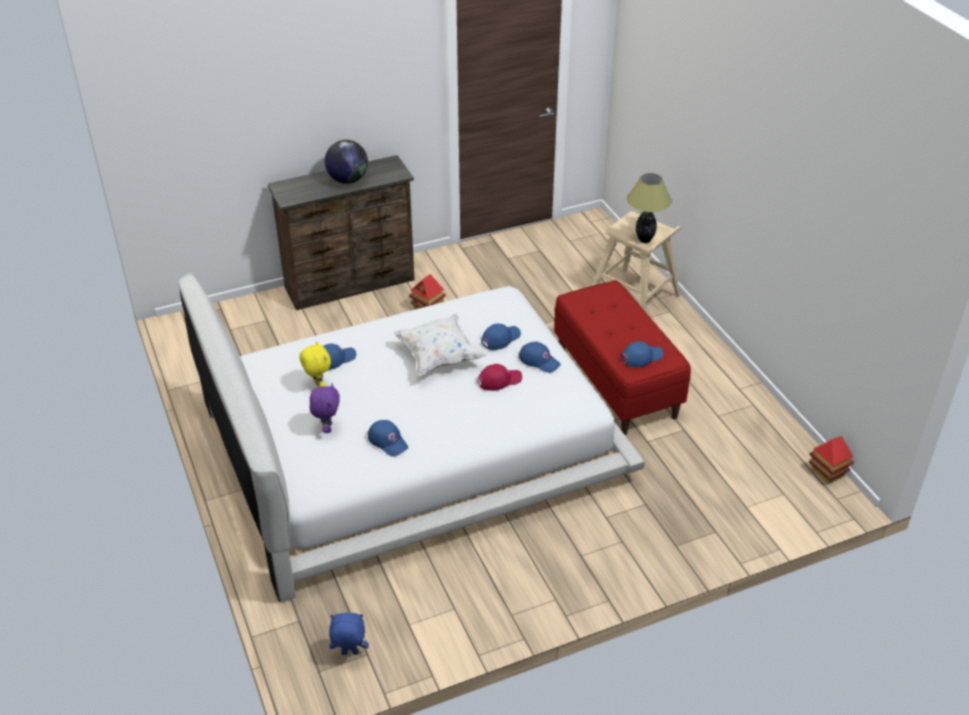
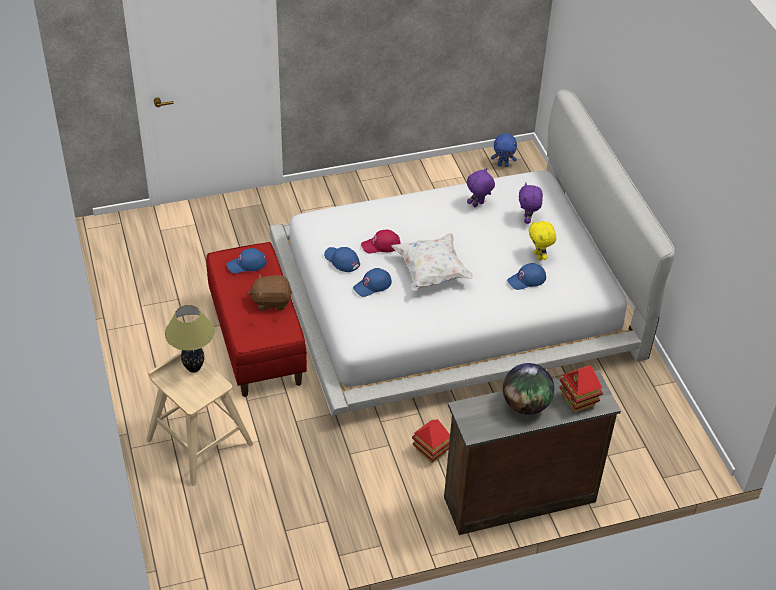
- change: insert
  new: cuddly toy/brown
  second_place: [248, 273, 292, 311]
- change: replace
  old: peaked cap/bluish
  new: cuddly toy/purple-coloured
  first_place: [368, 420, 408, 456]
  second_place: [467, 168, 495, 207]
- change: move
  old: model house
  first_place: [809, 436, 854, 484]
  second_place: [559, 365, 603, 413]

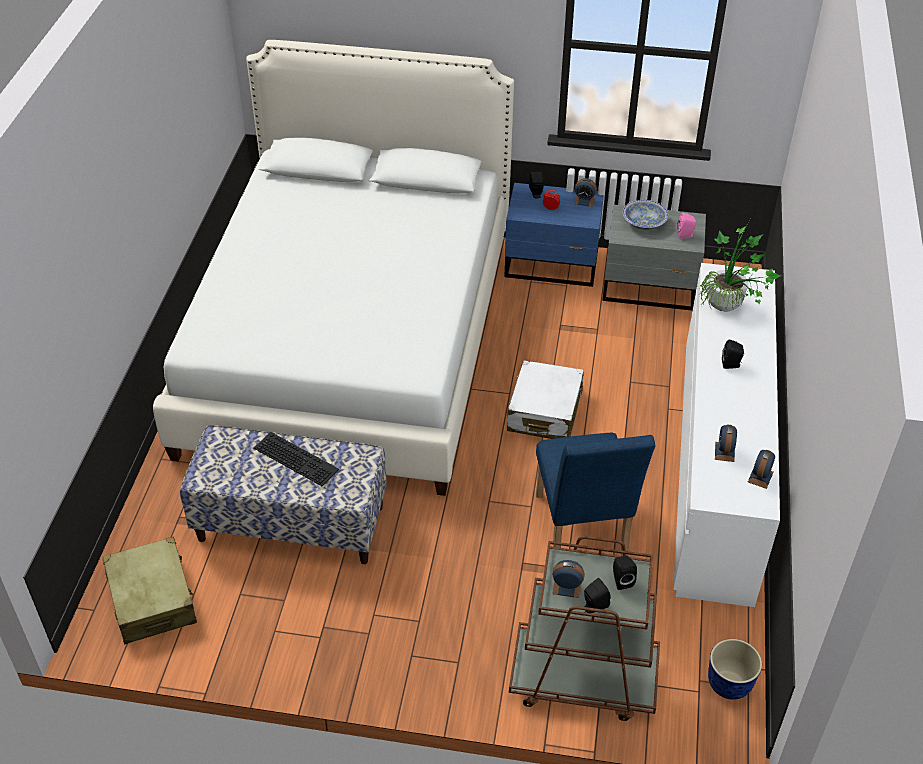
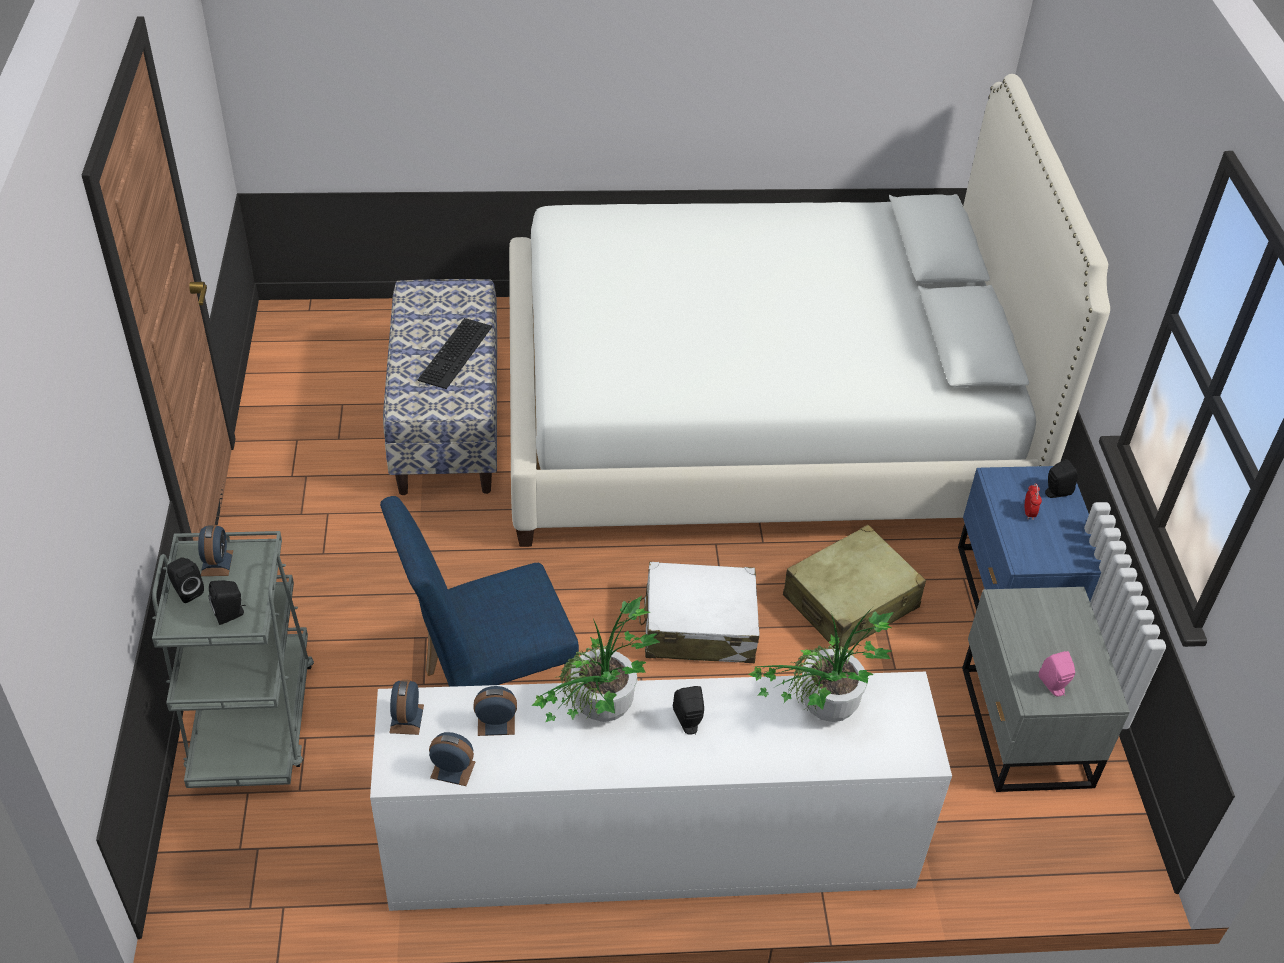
- change: recolor
  old: cart/brown
  new: cart/greyish
  first_place: [509, 536, 660, 721]
  second_place: [152, 531, 314, 788]
- change: move
  old: alarm clock
  first_place: [574, 178, 597, 207]
  second_place: [389, 679, 424, 735]
- change: insert
  new: potted plant
  second_place: [531, 596, 660, 722]
- change: move
  old: travel case/sand-coloured
  first_place: [102, 537, 197, 644]
  second_place: [783, 525, 926, 650]
- change: delete
  old: bowl
  first_place: [623, 200, 668, 230]
- change: delete
  old: plant pot
  first_place: [708, 639, 762, 700]

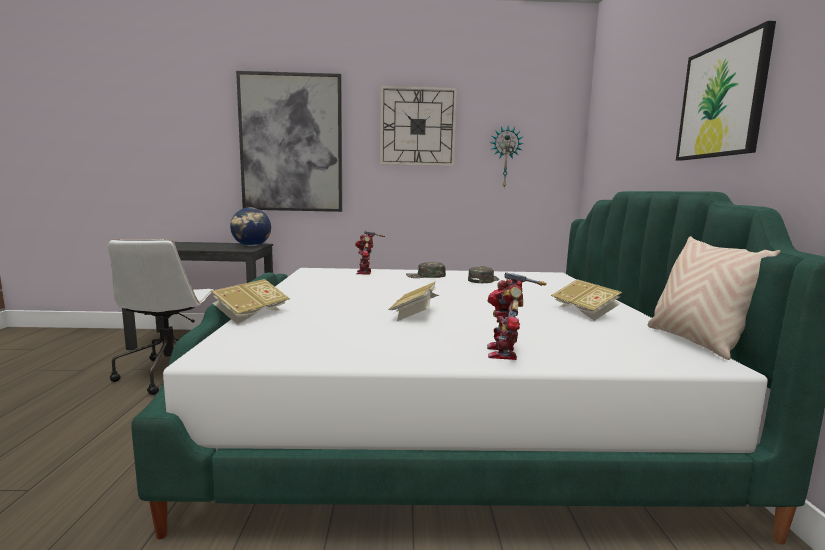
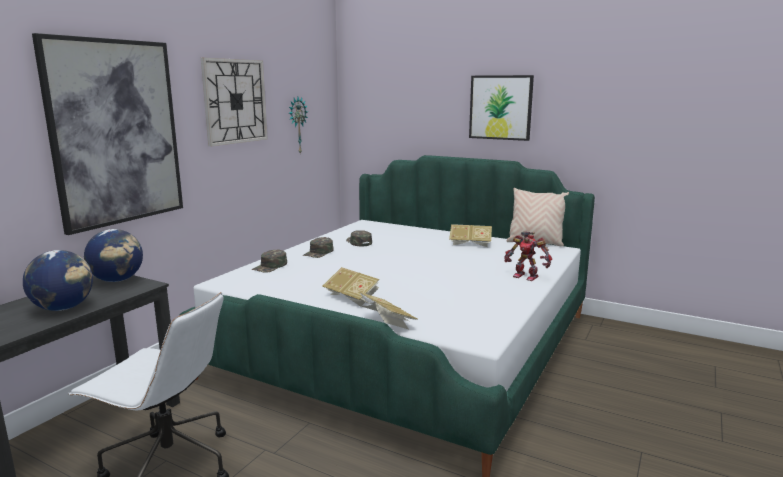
- change: insert
  new: desk globe
  second_place: [23, 250, 93, 311]
- change: replace
  old: robot figure
  new: peaked cap/green-coloured
  first_place: [355, 231, 385, 275]
  second_place: [252, 249, 287, 273]
- change: move
  old: volume
  first_place: [388, 281, 439, 321]
  second_place: [322, 267, 379, 306]

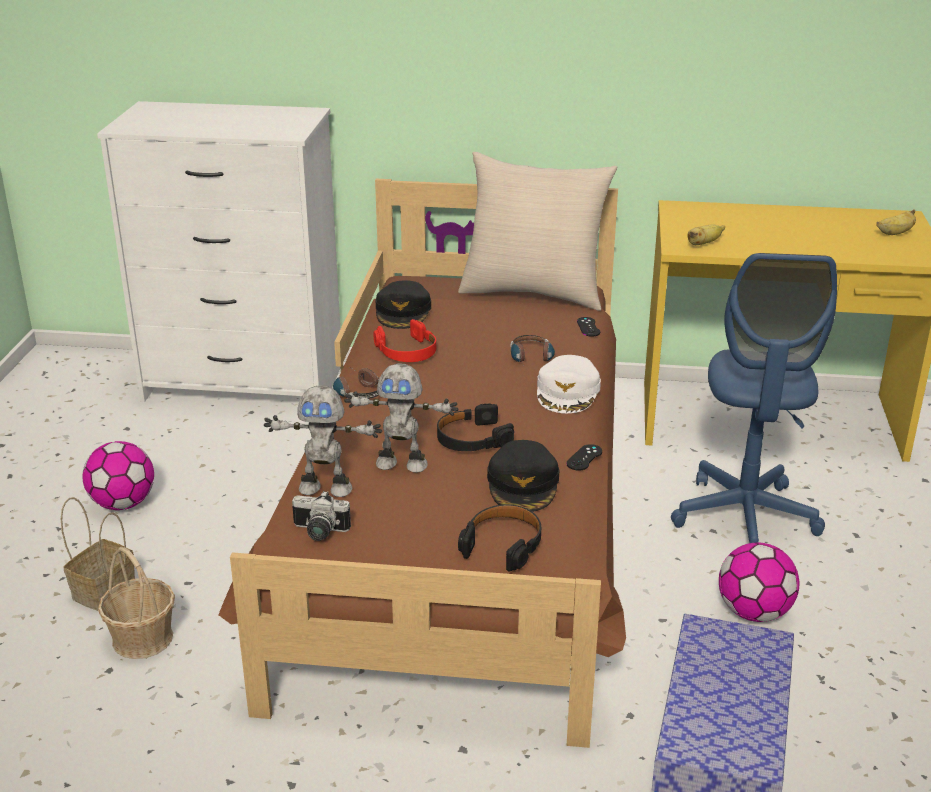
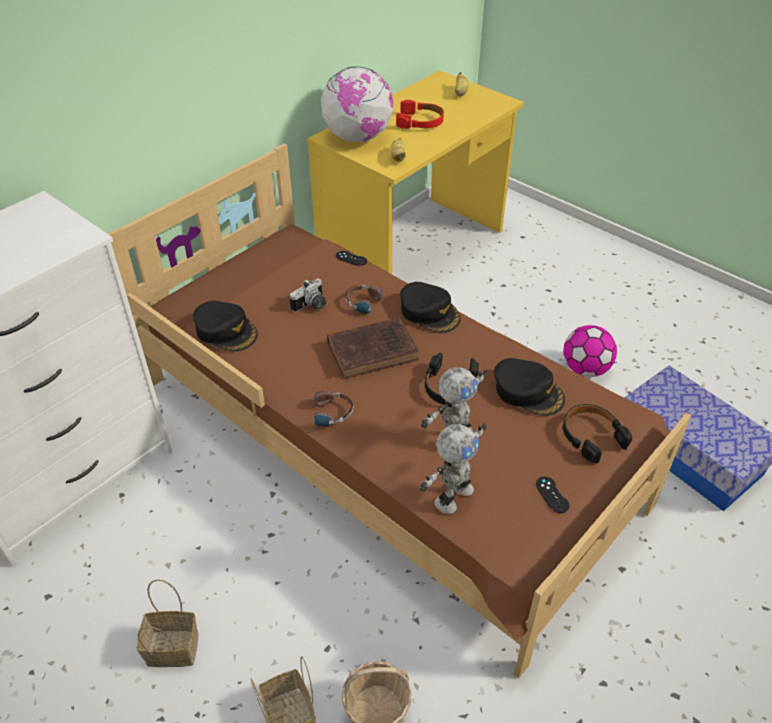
- change: replace
  old: ball for football
  new: basket
  first_place: [83, 441, 154, 510]
  second_place: [137, 579, 198, 667]
- change: move
  old: photo camera
  first_place: [292, 491, 351, 541]
  second_place: [290, 278, 326, 312]
- change: insert
  new: desk globe
  second_place: [321, 67, 393, 142]
- change: insert
  new: volume/brown
  second_place: [327, 317, 419, 379]
- change: move
  old: headphones/red-coloured
  first_place: [374, 319, 436, 362]
  second_place: [396, 100, 444, 129]
- change: recolor
  old: peaked cap/white
  new: peaked cap/black
  first_place: [537, 355, 601, 414]
  second_place: [400, 282, 461, 333]
- change: move
  old: game controller/black
  first_place: [566, 444, 602, 470]
  second_place: [536, 477, 569, 513]
- change: delete
  old: cushion/sand-coloured
  first_place: [458, 152, 617, 311]
- change: delete
  old: office chair/bluish
  first_place: [671, 253, 837, 543]

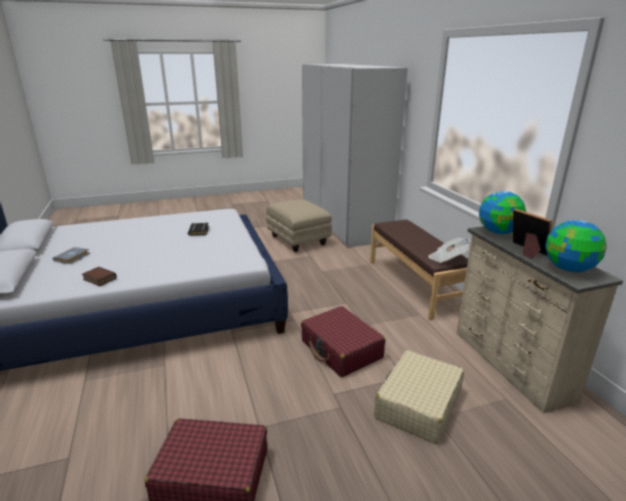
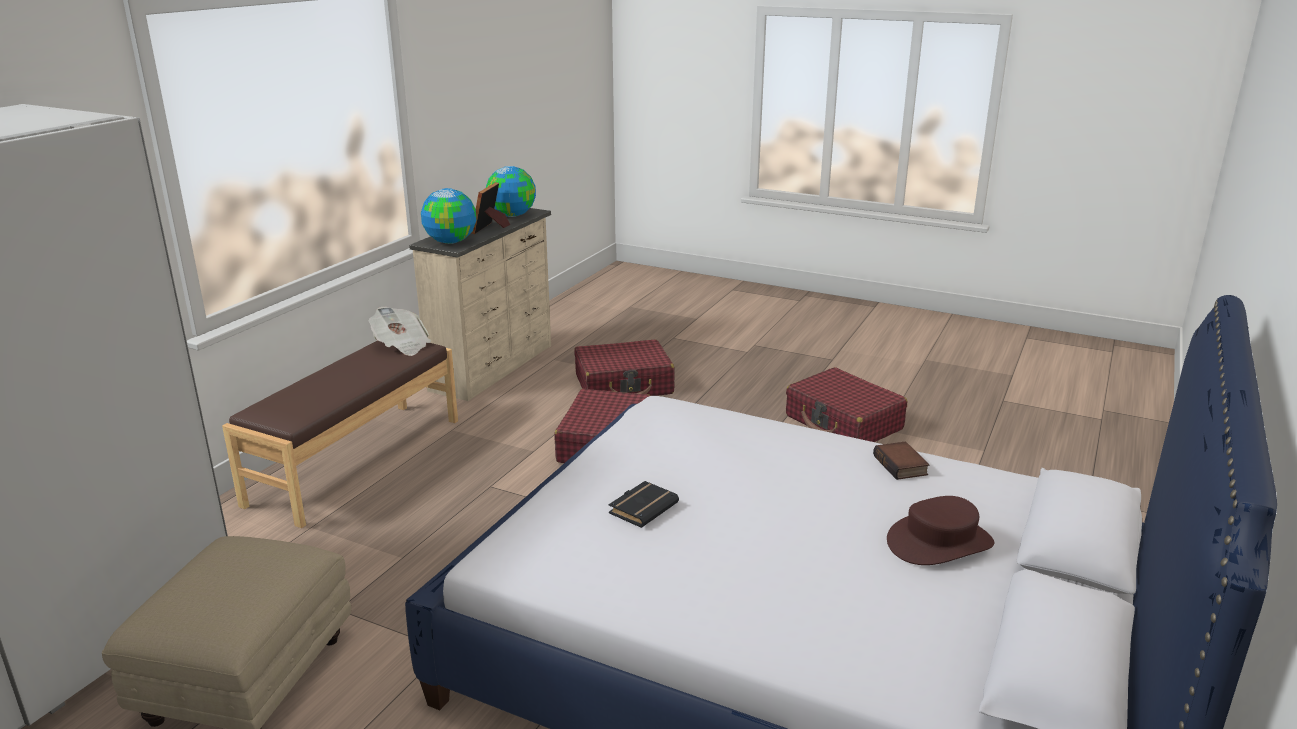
- change: recolor
  old: travel case/sand-coloured
  new: travel case/red-coloured
  first_place: [374, 350, 464, 444]
  second_place: [574, 340, 674, 396]
- change: replace
  old: volume/greyish
  new: hat/brown
  first_place: [53, 247, 90, 264]
  second_place: [887, 496, 994, 565]

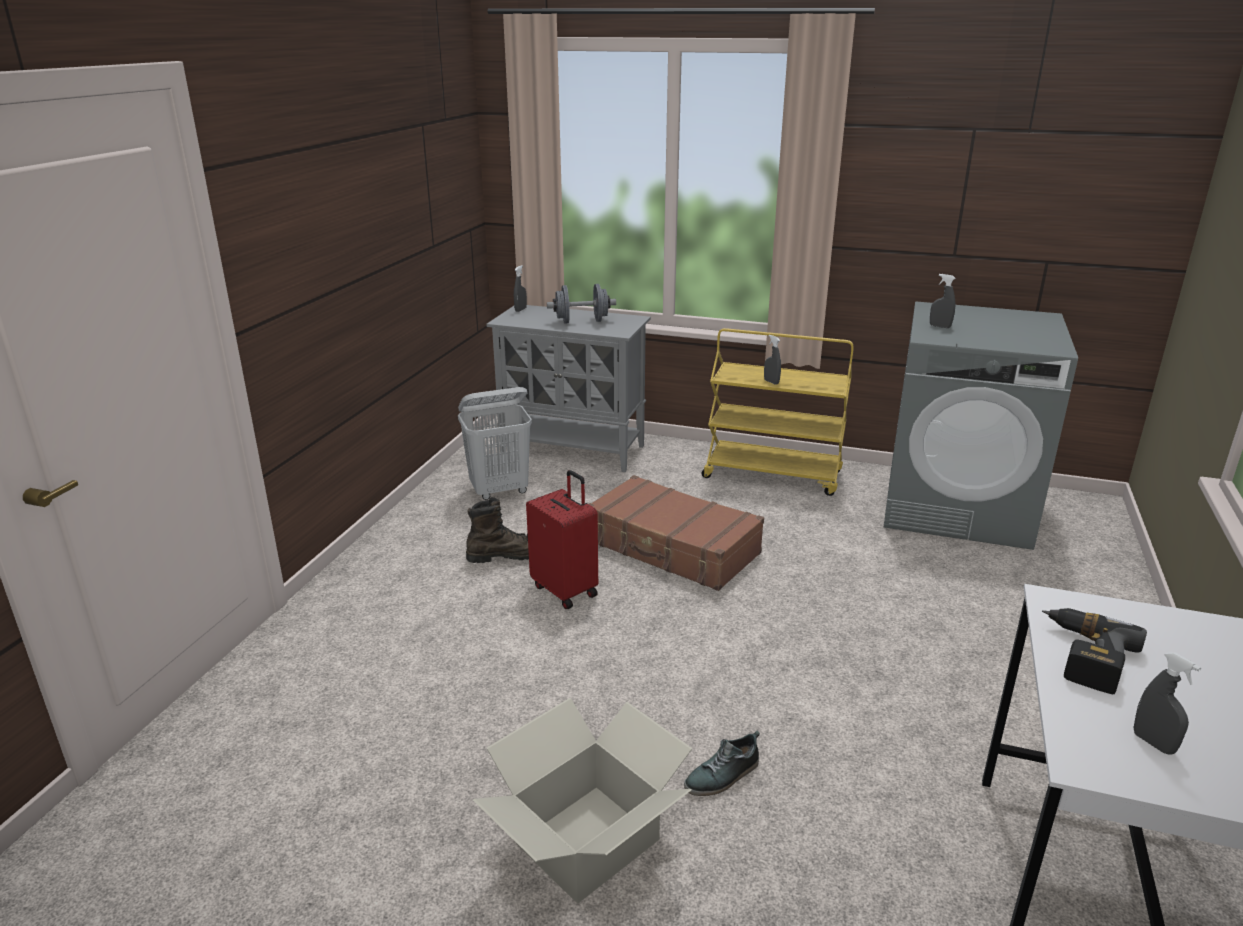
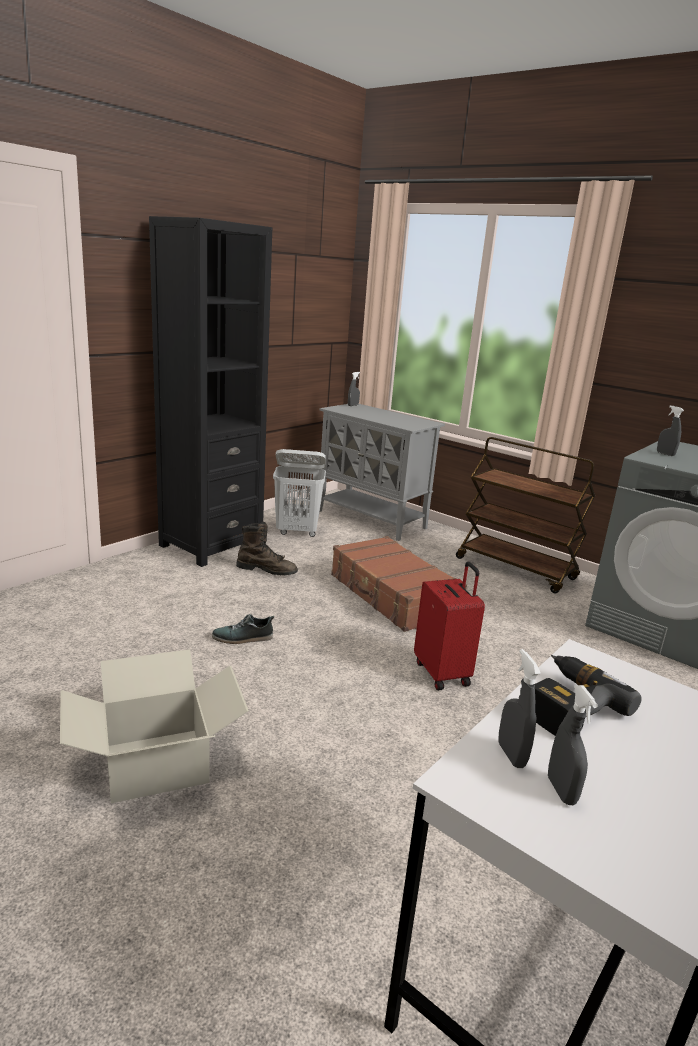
- change: insert
  new: shelving unit/black
  second_place: [149, 216, 272, 567]
- change: move
  old: low shoe
  first_place: [684, 731, 760, 796]
  second_place: [212, 614, 274, 644]
- change: move
  old: travel case/red-coloured
  first_place: [526, 470, 598, 609]
  second_place: [414, 562, 485, 690]
- change: recolor
  old: cart/yellow
  new: cart/brown
  first_place: [701, 328, 854, 496]
  second_place: [456, 437, 595, 594]
- change: move
  old: spray bottle/greyish
  first_place: [764, 335, 781, 385]
  second_place: [498, 649, 541, 768]
- change: delete
  old: dumbbell/greyish
  first_place: [547, 284, 616, 323]

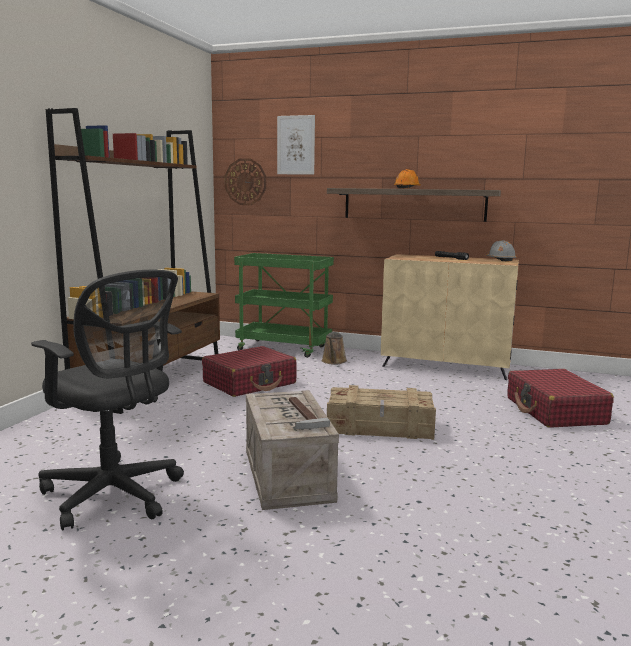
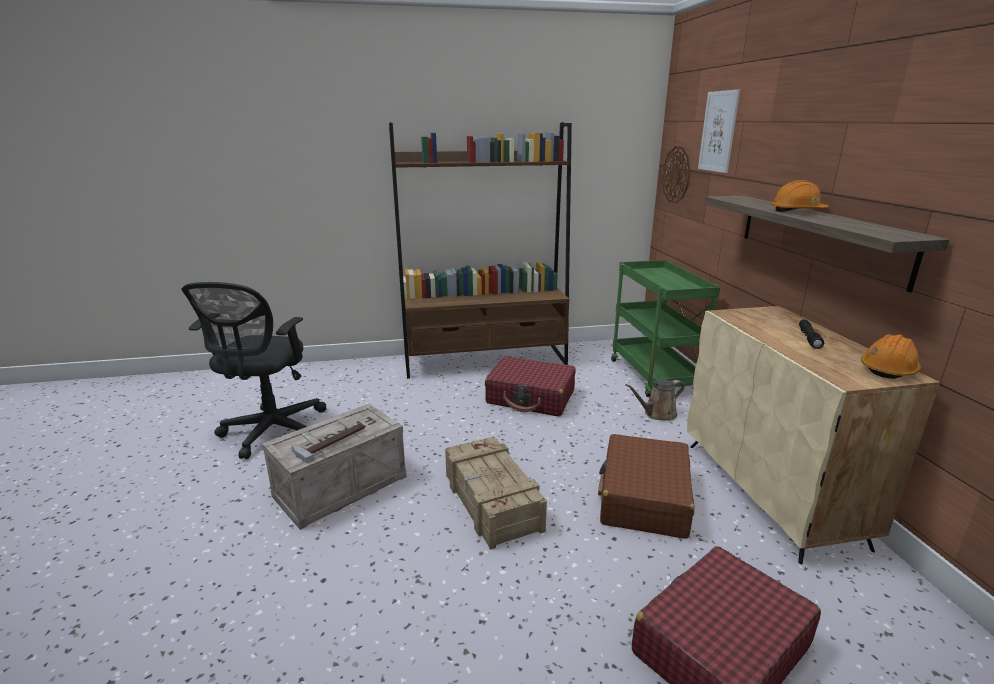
- change: insert
  new: travel case/brown
  second_place: [598, 434, 694, 539]
- change: recolor
  old: safety helmet/greyish
  new: safety helmet/orange-coloured
  first_place: [486, 240, 517, 261]
  second_place: [861, 334, 921, 379]

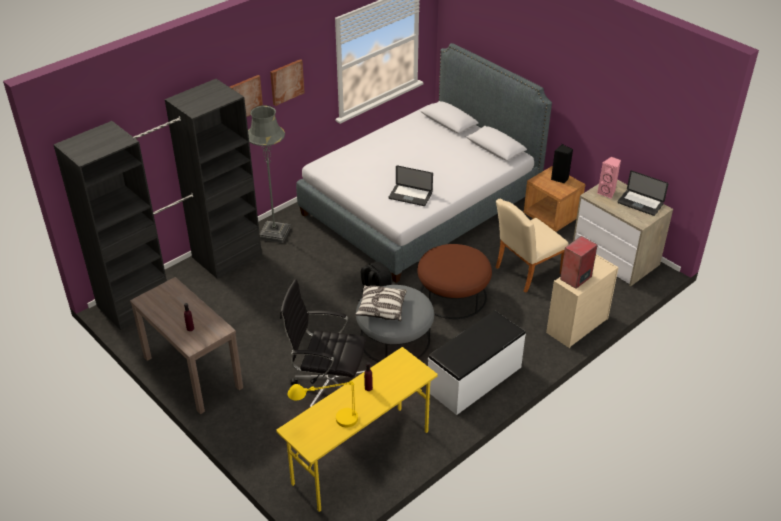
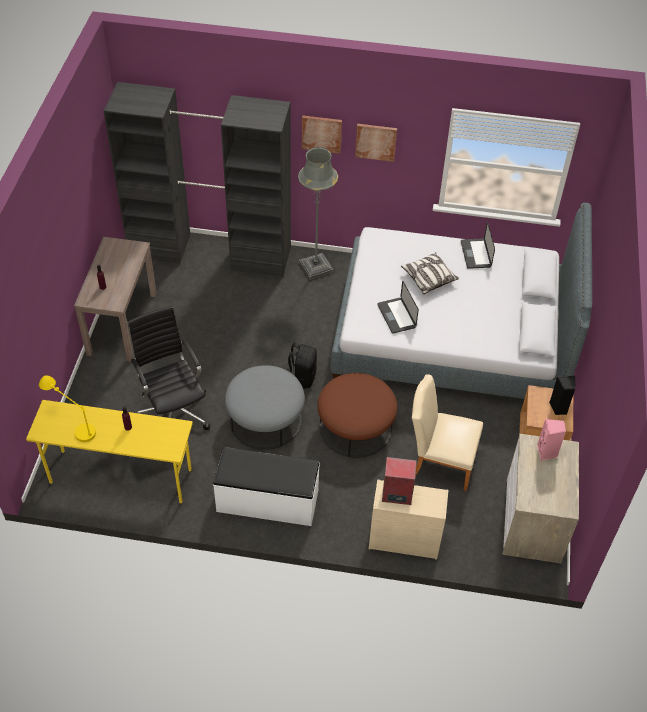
- change: move
  old: cushion
  first_place: [355, 285, 407, 321]
  second_place: [401, 252, 459, 294]
- change: move
  old: notebook computer
  first_place: [618, 171, 668, 216]
  second_place: [461, 221, 495, 269]

